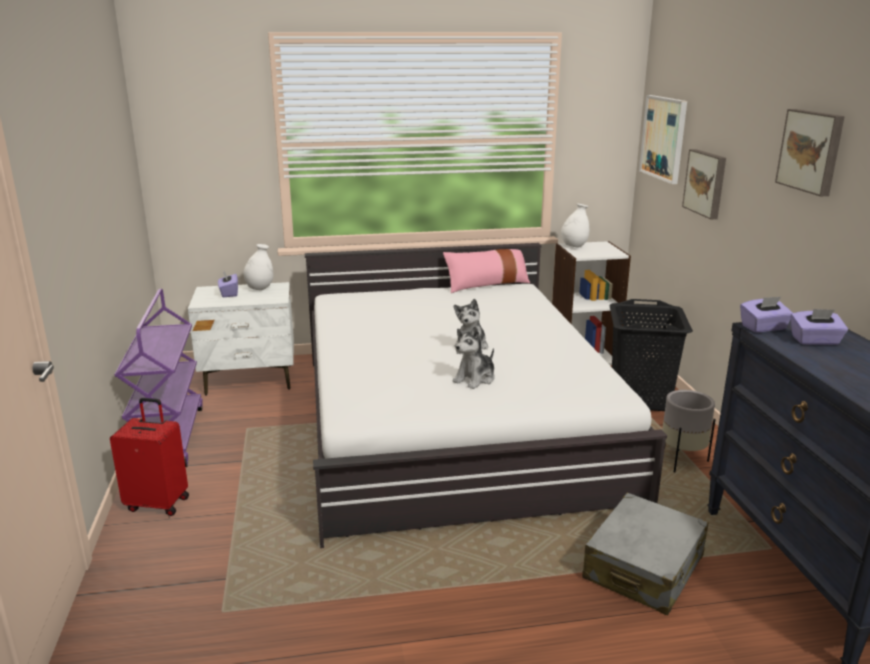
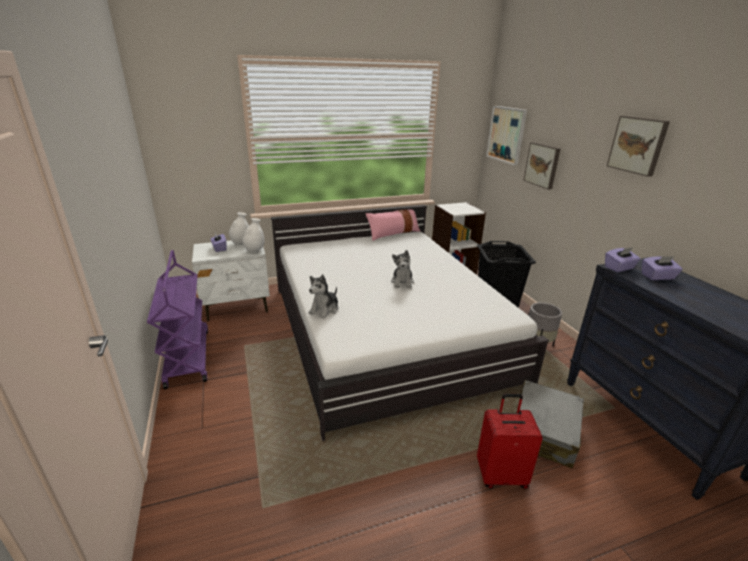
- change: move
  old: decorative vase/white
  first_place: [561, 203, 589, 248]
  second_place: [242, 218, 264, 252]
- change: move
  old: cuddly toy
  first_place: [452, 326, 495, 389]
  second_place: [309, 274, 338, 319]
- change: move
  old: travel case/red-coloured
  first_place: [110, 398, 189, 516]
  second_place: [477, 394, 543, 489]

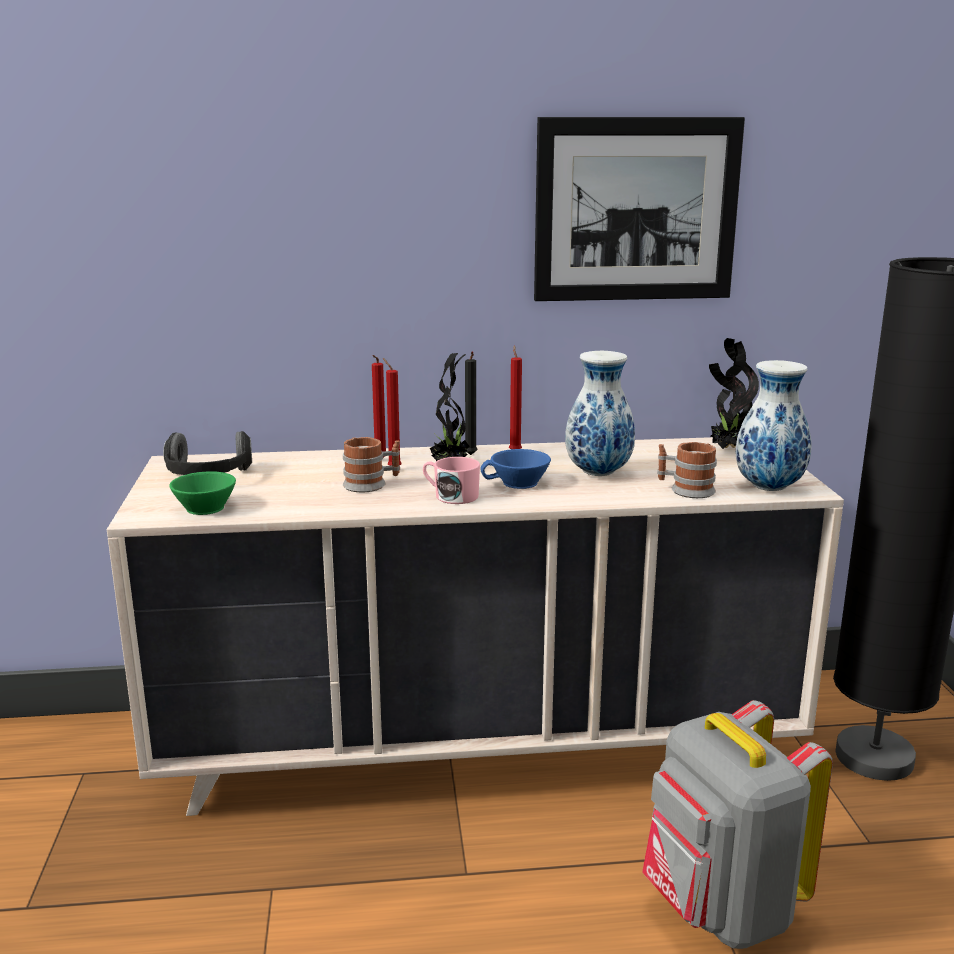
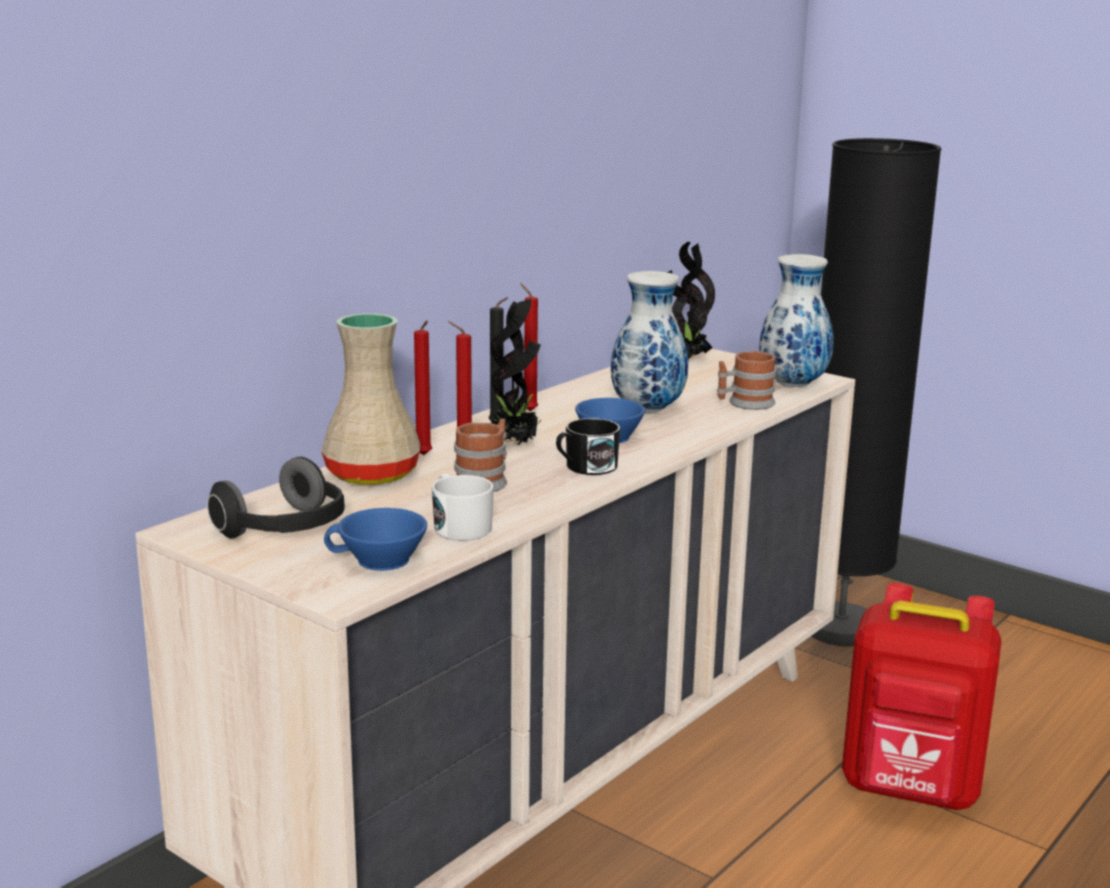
- change: insert
  new: decorative vase/sand-coloured
  second_place: [321, 313, 421, 485]
- change: recolor
  old: small cup/green-coloured
  new: small cup/bluish
  first_place: [169, 471, 236, 515]
  second_place: [324, 508, 427, 571]
- change: insert
  new: coffee mug/white
  second_place: [432, 473, 494, 541]
- change: recolor
  old: coffee mug/pink-coloured
  new: coffee mug/black
  first_place: [423, 457, 480, 504]
  second_place: [556, 418, 620, 475]
- change: recolor
  old: knapsack/greyish
  new: knapsack/red-coloured
  first_place: [642, 700, 833, 949]
  second_place: [842, 583, 1002, 810]
- change: delete
  old: wall art
  first_place: [534, 117, 745, 301]

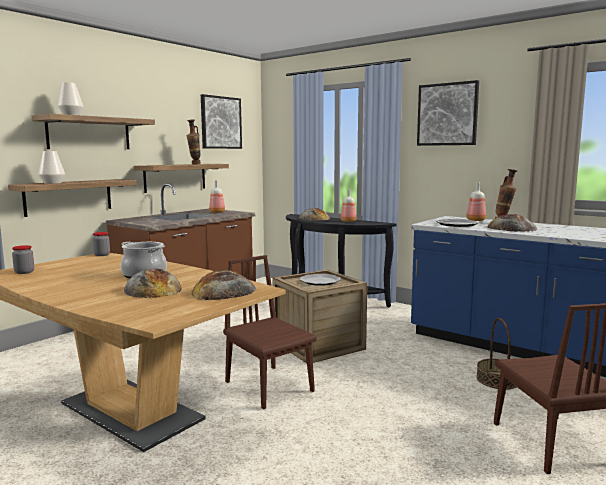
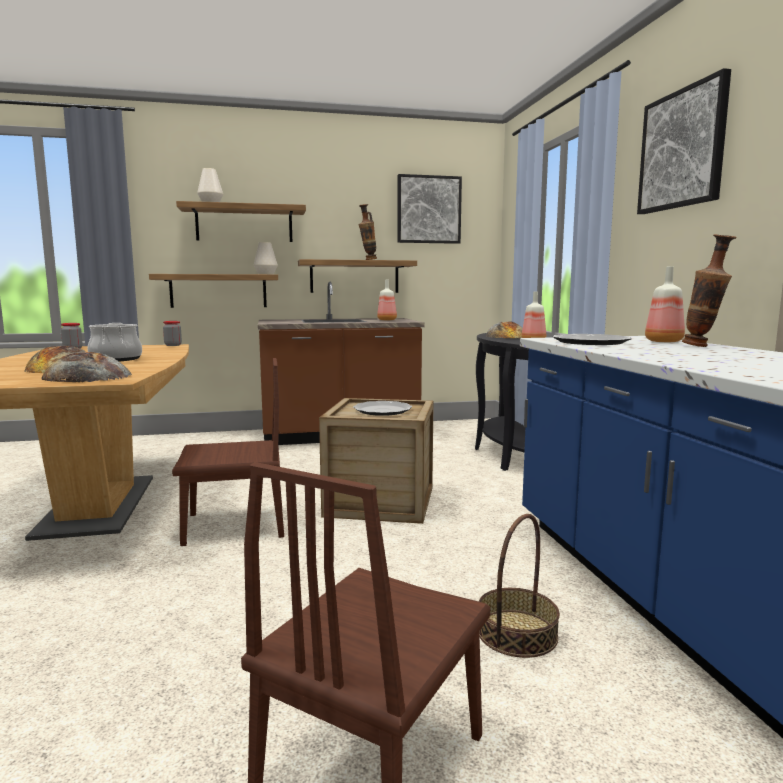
- change: rotate
  old: plain chair/brown
  first_place: [223, 255, 316, 410]
  second_place: [172, 358, 284, 546]
  degrees: 75
- change: move
  old: decorative vase/white
  first_place: [38, 151, 65, 184]
  second_place: [254, 242, 278, 274]
- change: delete
  old: baked bread
  first_place: [487, 214, 537, 232]

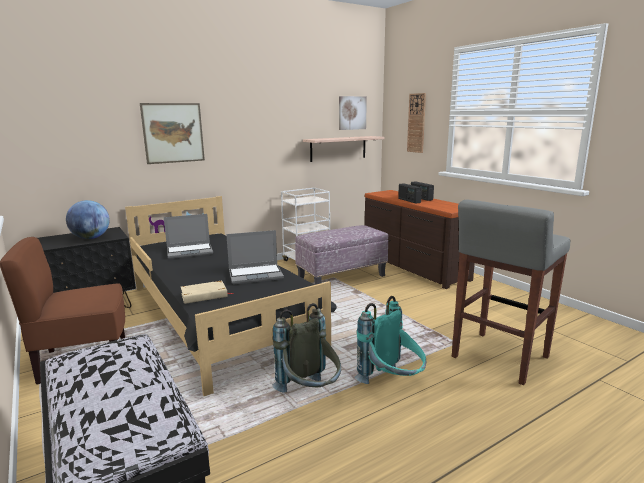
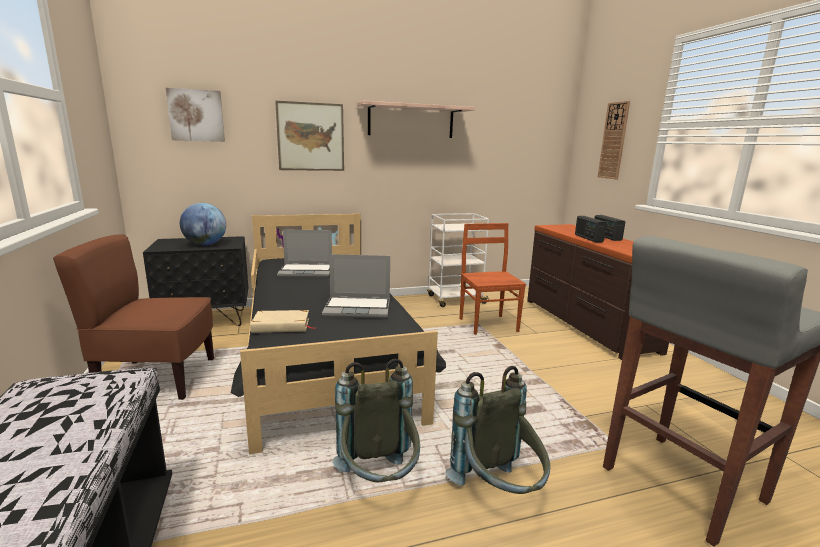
- change: move
  old: wall art
  first_place: [339, 96, 367, 130]
  second_place: [166, 88, 225, 142]
- change: move
  old: wall shelf
  first_place: [303, 136, 384, 162]
  second_place: [357, 101, 475, 138]
- change: recolor
  old: knapsack/blue-green
  new: knapsack/greyish
  first_place: [354, 296, 426, 384]
  second_place: [446, 366, 550, 494]
- change: replace
  old: ottoman
  new: plain chair/brown
  first_place: [295, 225, 388, 285]
  second_place: [460, 223, 526, 335]

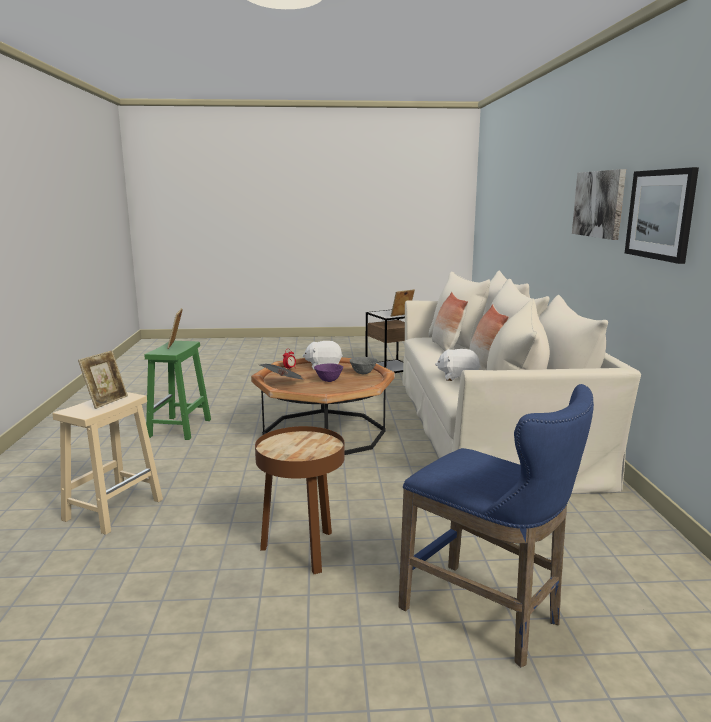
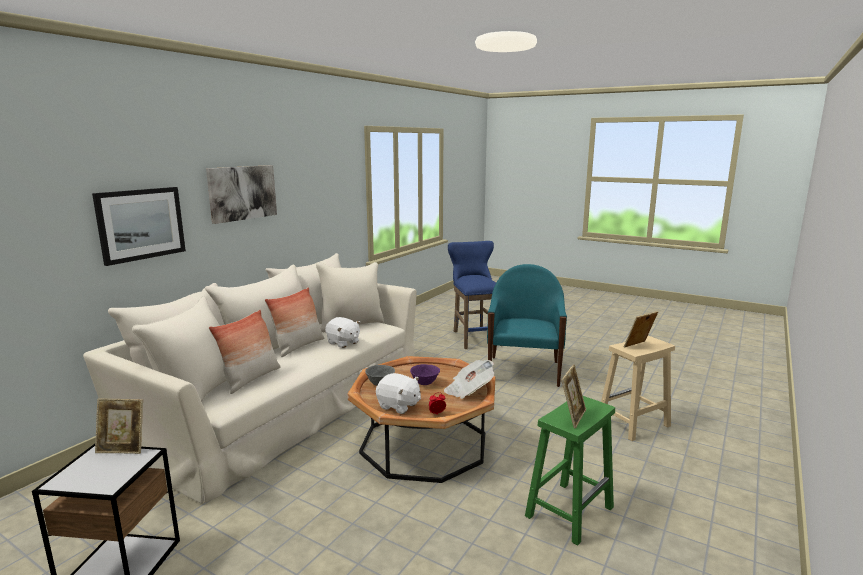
- change: move
  old: wall art
  first_place: [625, 167, 699, 264]
  second_place: [92, 187, 186, 266]
- change: replace
  old: accent table/brown
  new: armchair/blue-green
  first_place: [255, 426, 345, 574]
  second_place: [487, 264, 567, 387]

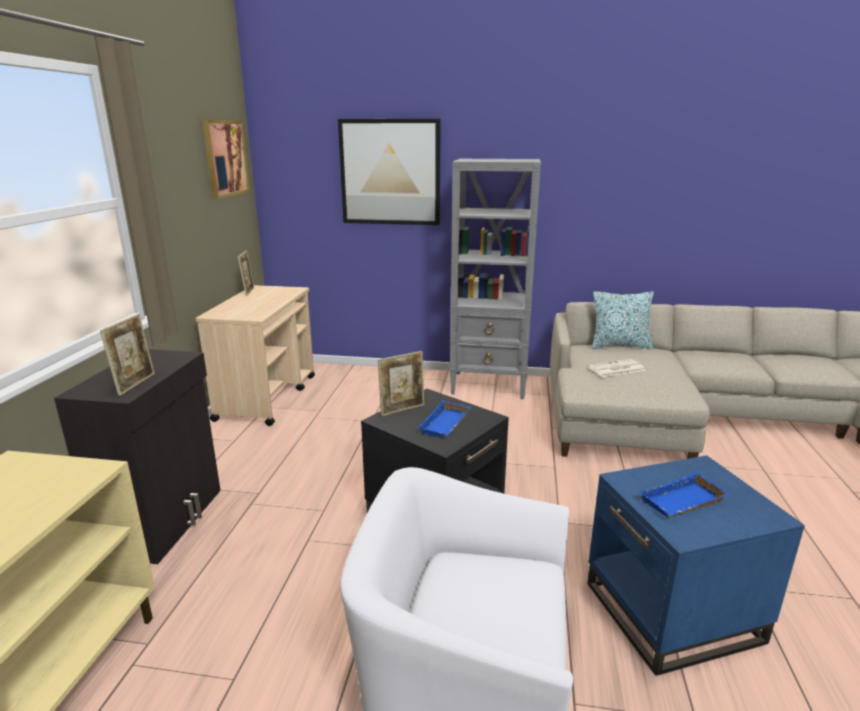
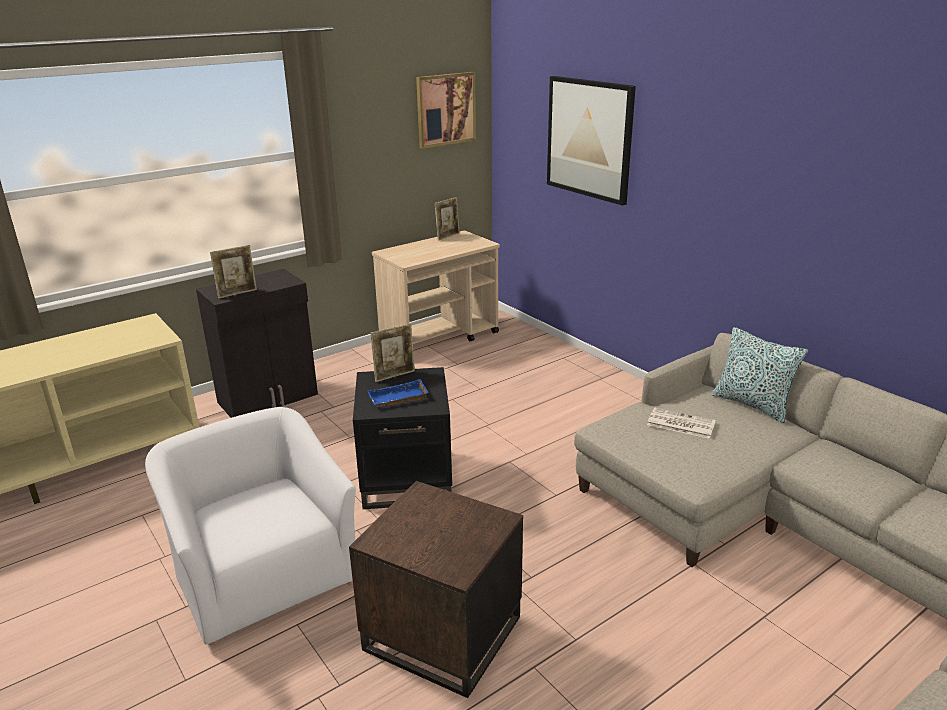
- change: recolor
  old: accent table/bluish
  new: accent table/brown
  first_place: [588, 455, 805, 676]
  second_place: [349, 481, 523, 698]
- change: rotate
  old: standing frame
  first_place: [378, 351, 424, 416]
  second_place: [370, 323, 415, 382]
  degrees: -45
- change: delete
  old: shelving unit/greyish
  first_place: [450, 159, 541, 399]
- change: delete
  old: tray/bluish
  first_place: [639, 472, 730, 518]

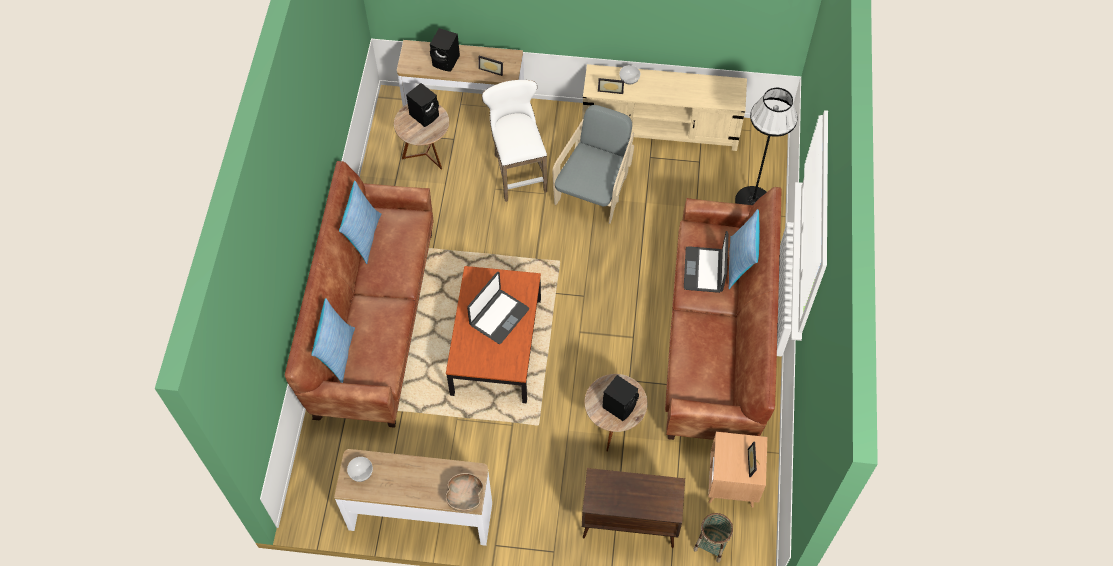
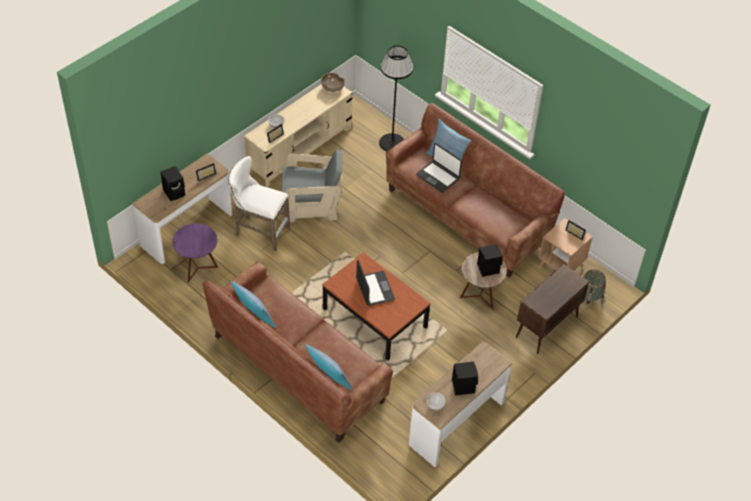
- change: recolor
  old: accent table/brown
  new: accent table/purple-coloured
  first_place: [394, 104, 449, 170]
  second_place: [172, 223, 218, 283]
- change: rotate
  old: armchair/greyish
  first_place: [552, 105, 634, 224]
  second_place: [281, 150, 343, 222]
  degrees: 120
- change: move
  old: bowl/brown
  first_place: [446, 473, 483, 512]
  second_place: [321, 73, 345, 92]
- change: move
  old: speaker/black
  first_place: [406, 83, 439, 127]
  second_place: [452, 361, 478, 396]

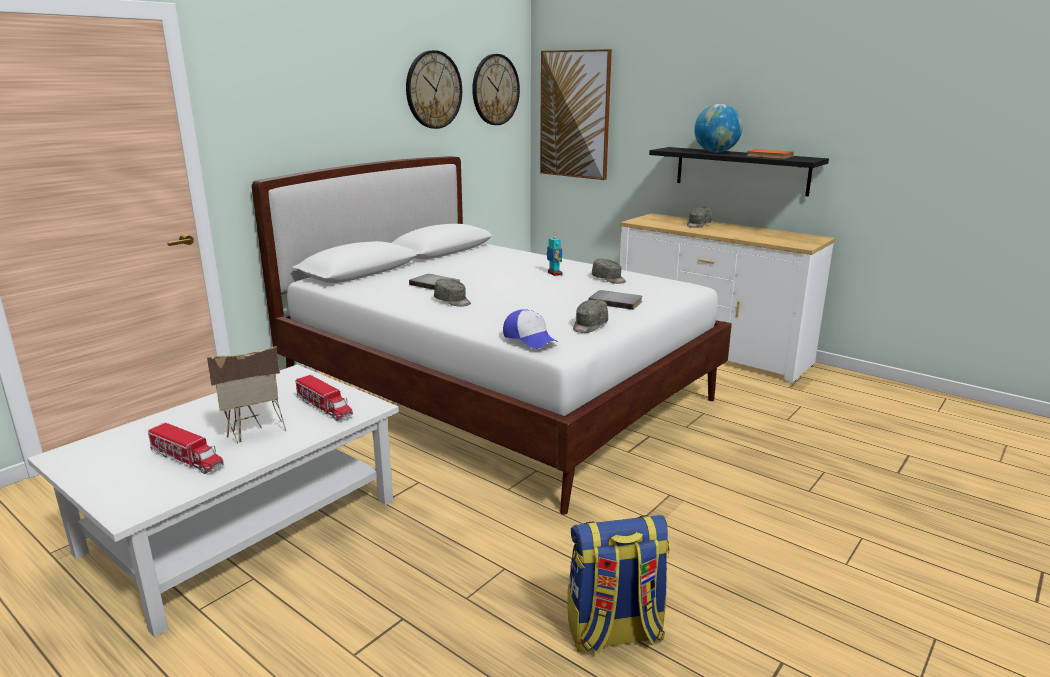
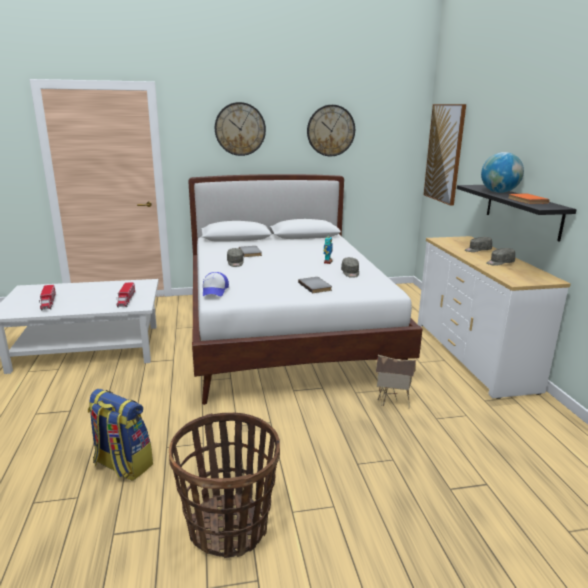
- change: insert
  new: basket
  second_place: [169, 413, 280, 558]
- change: move
  old: hanging clock
  first_place: [472, 54, 520, 125]
  second_place: [215, 102, 266, 156]
- change: move
  old: model house
  first_place: [206, 346, 286, 443]
  second_place: [376, 355, 416, 409]
- change: move
  old: peaked cap/greyish
  first_place: [573, 299, 608, 333]
  second_place: [486, 248, 515, 266]

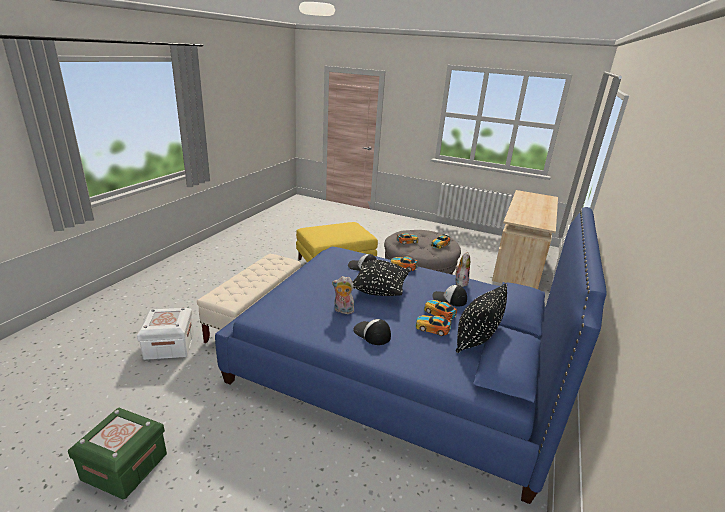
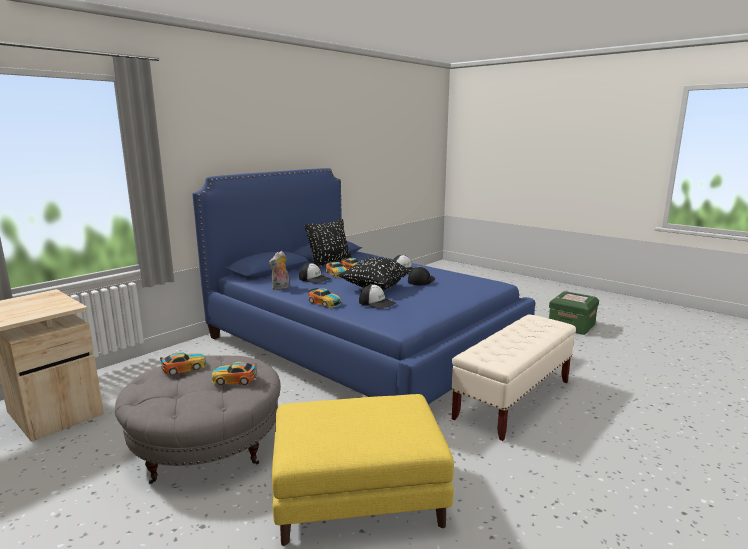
- change: replace
  old: cuddly toy
  new: peaked cap
  first_place: [332, 276, 354, 314]
  second_place: [408, 267, 435, 285]
- change: delete
  old: storage container/white
  first_place: [137, 308, 194, 360]

